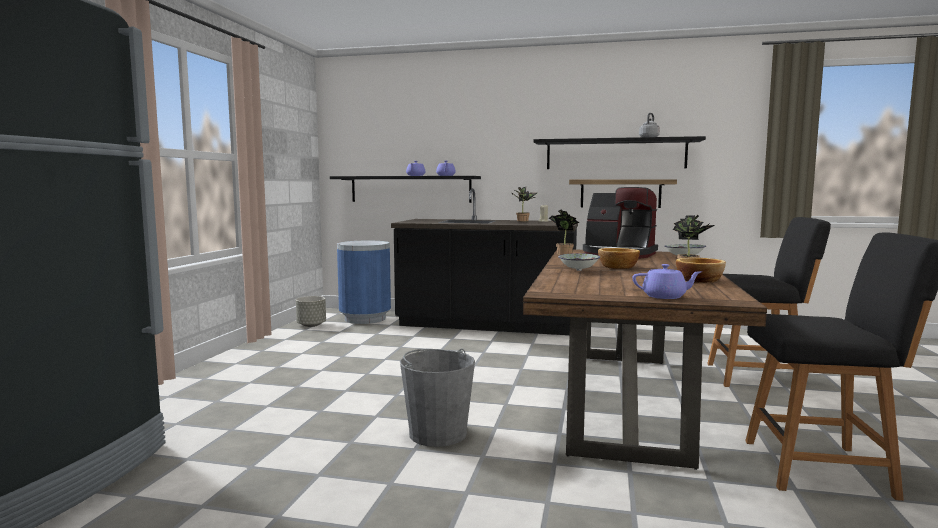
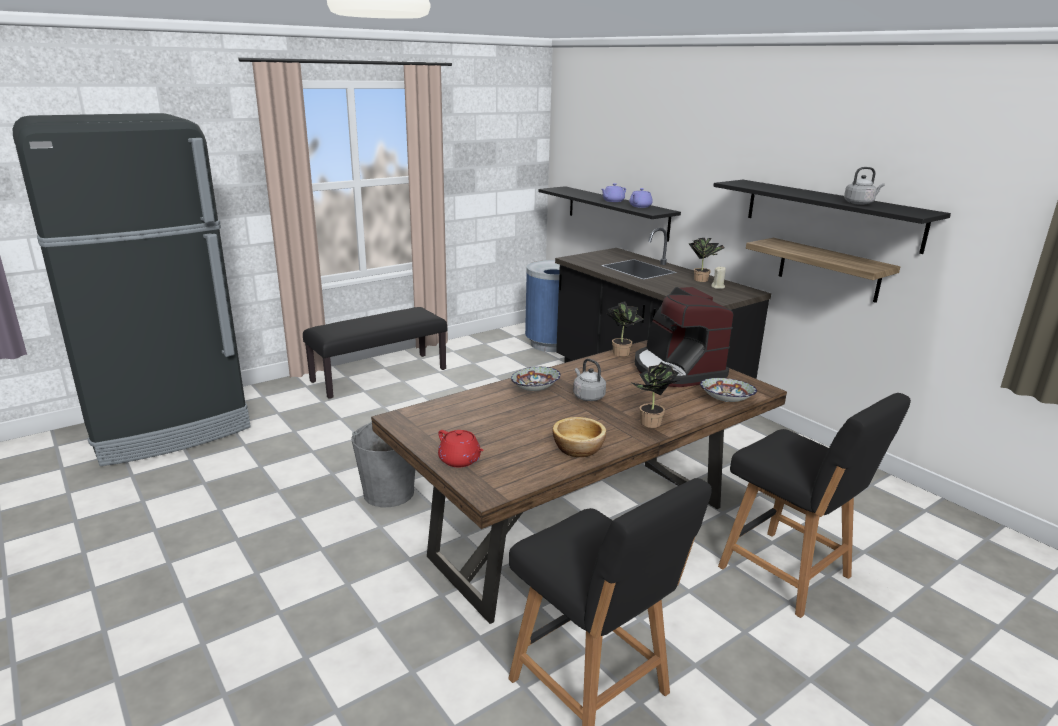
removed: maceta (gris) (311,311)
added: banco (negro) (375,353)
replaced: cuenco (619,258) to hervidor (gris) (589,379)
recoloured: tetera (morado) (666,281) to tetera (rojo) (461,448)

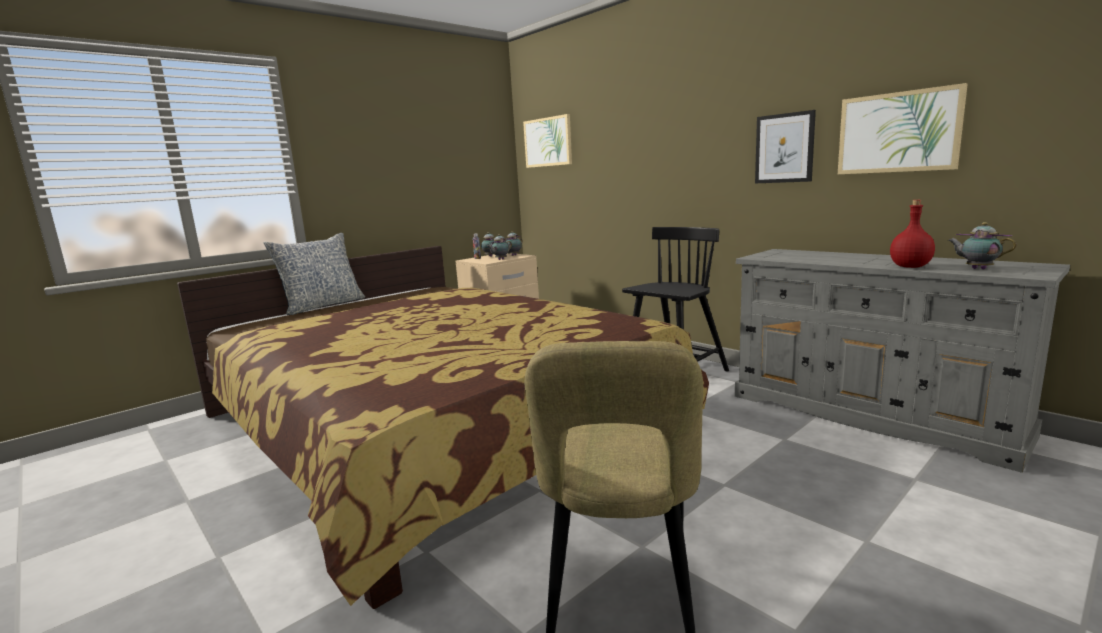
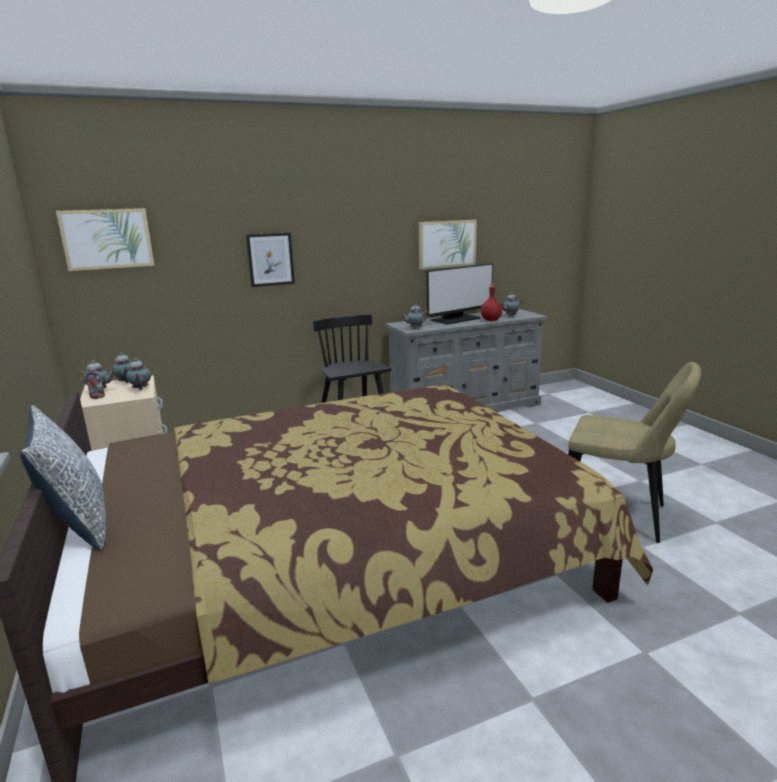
added: tetera (415,316); monitor (459,294)
moved: cuadro (785,146) to (270,259)

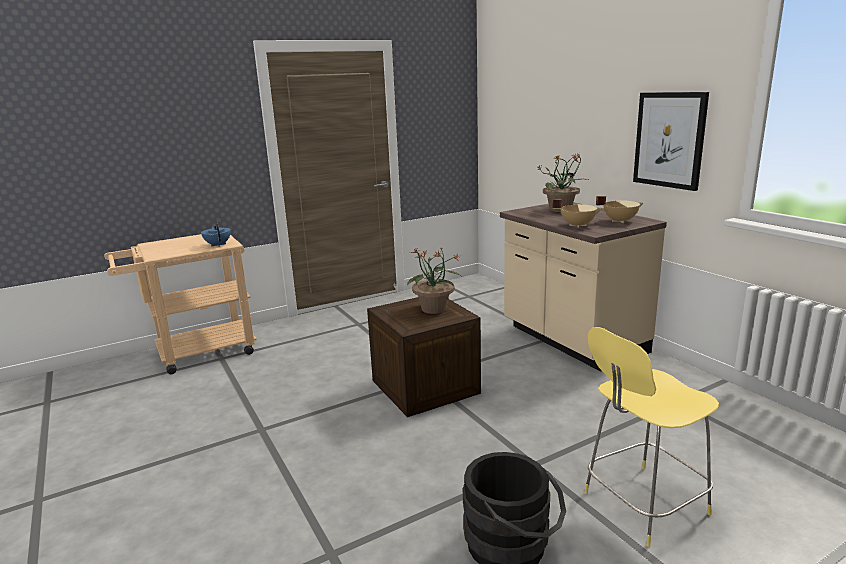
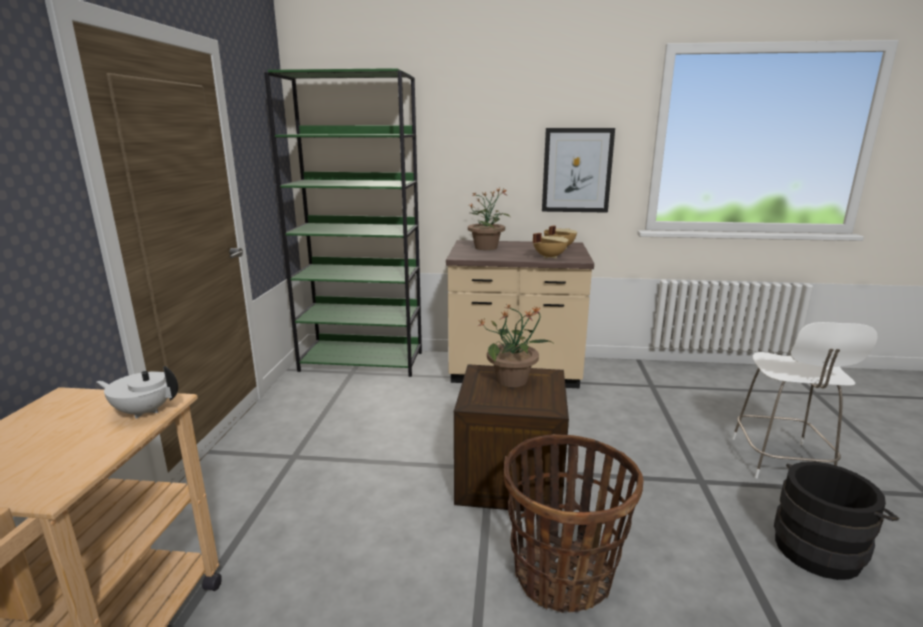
added: estantería (verde) (343,222); cesta (574,523)
recoloured: tetera (azul) (216,235) to tetera (blanco) (137,392); taburete (amarillo) (651,437) to taburete (blanco) (805,400)

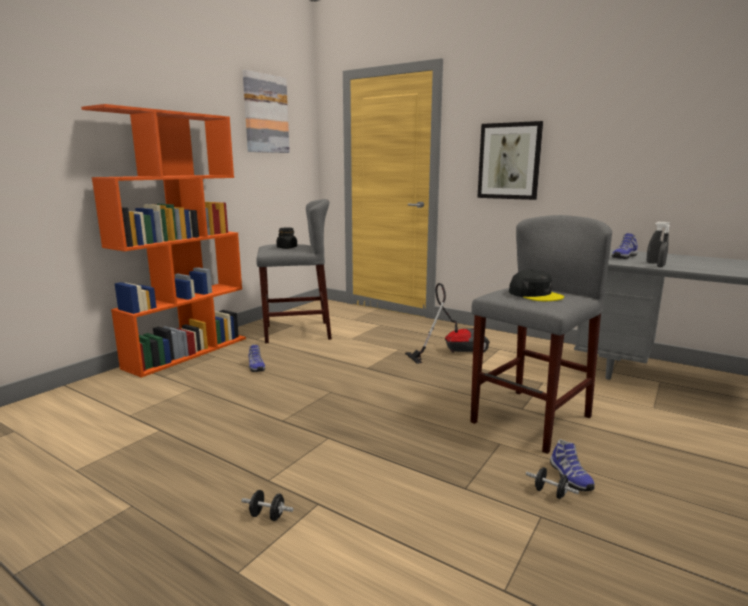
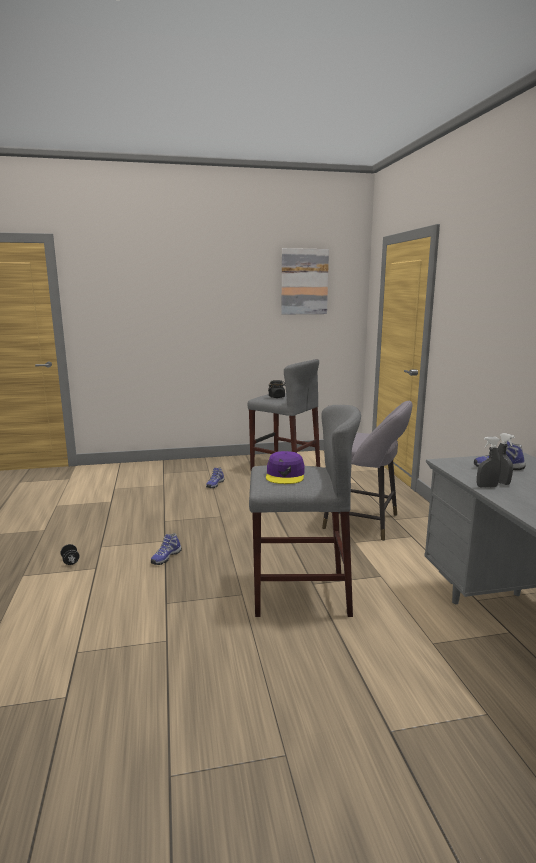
removed: estantería (naranja) (163,241); cuadro (510,160); mancuerna (negro) (552,483)
moved: zapato (572,465) to (166,549)
replaced: aspiradora (447,323) to taburete (gris) (367,471)
recoloured: gorra (negro) (536,285) to gorra (morado) (285,467)

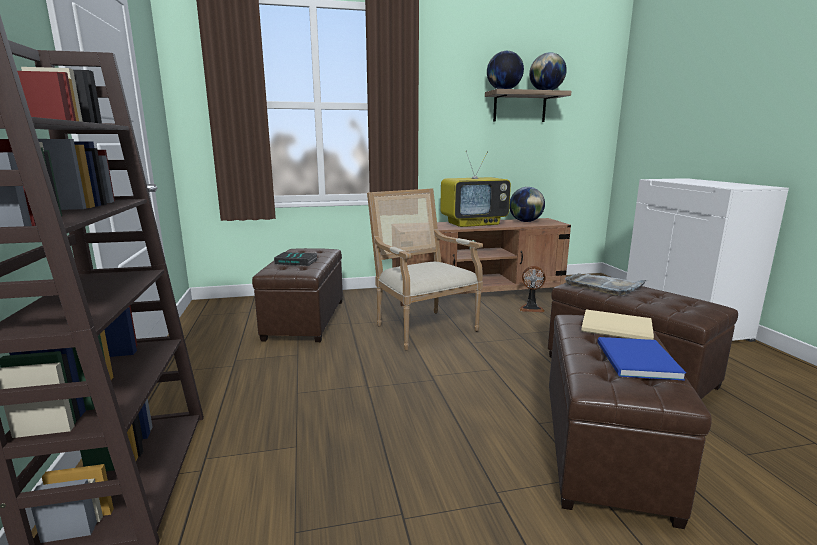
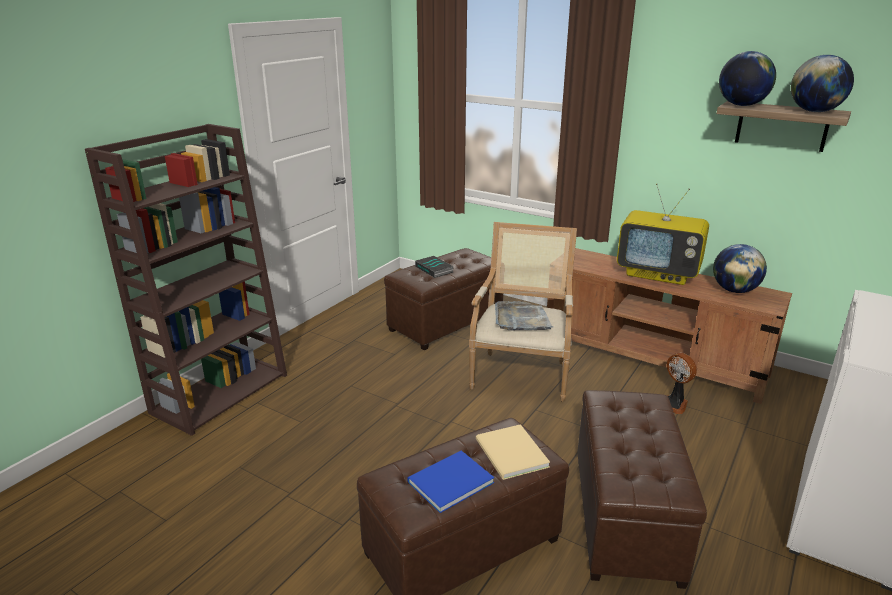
moved: bandeja (gris) (606,284) to (524,315)

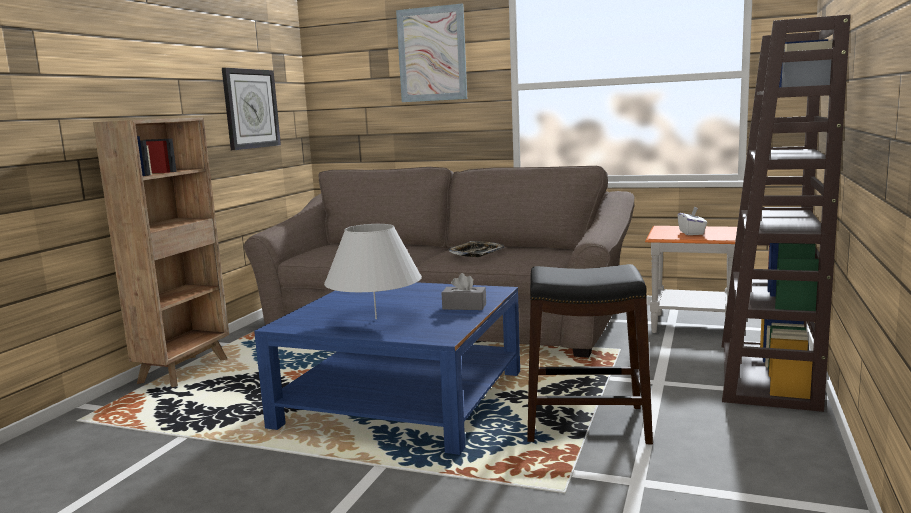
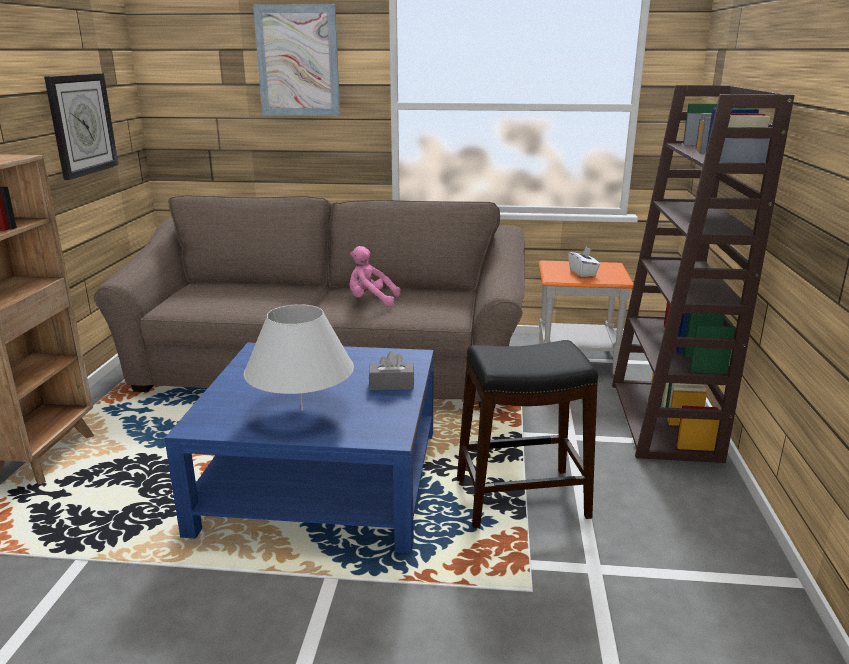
replaced: bandeja (477,249) to peluche (rosa) (375,276)

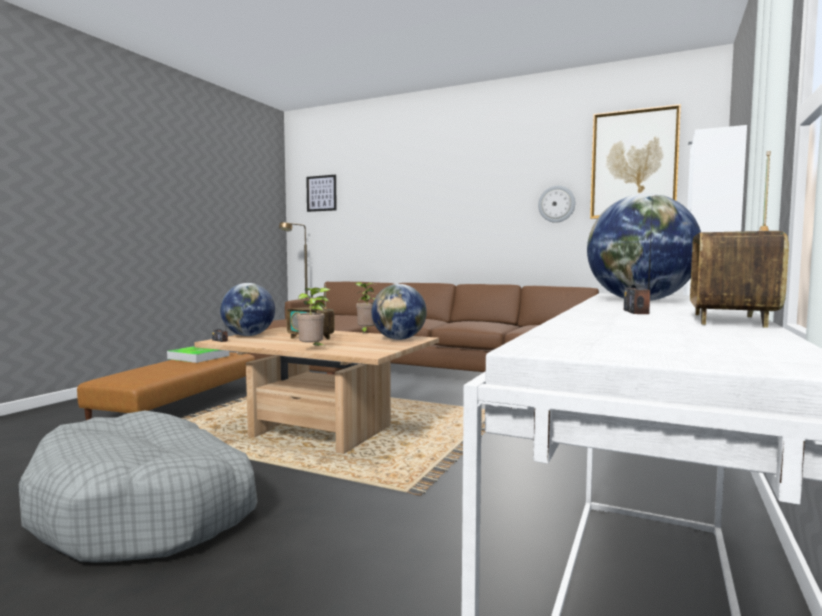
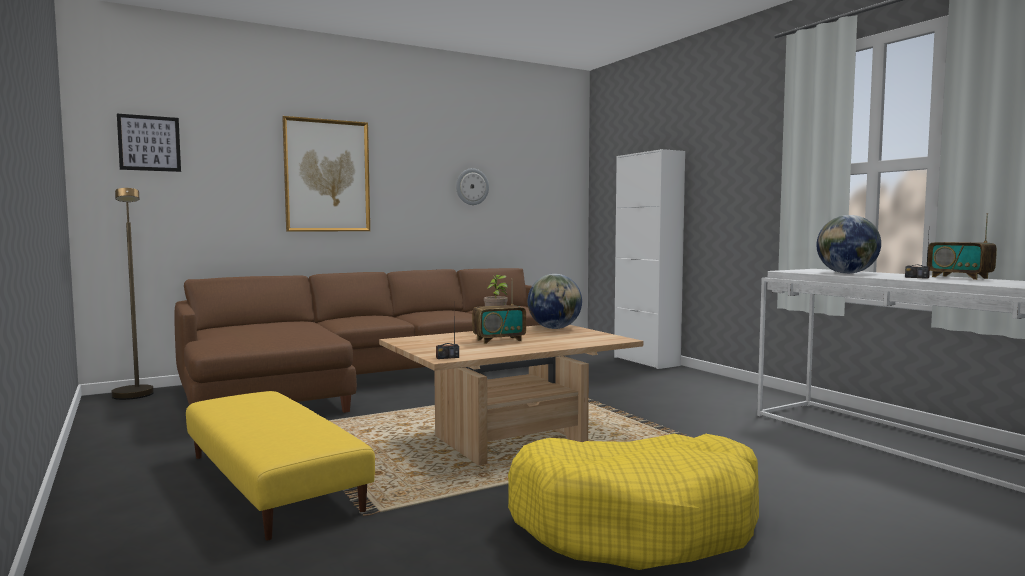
removed: bandeja (198,354); globo terráqueo (247,309); planta en maceta (313,318)
moved: cuadro (635,161) to (326,174)
recoloured: cama para perro (gris) (138,487) to cama para perro (amarillo) (633,502); puf (marrón) (166,386) to puf (amarillo) (280,465)

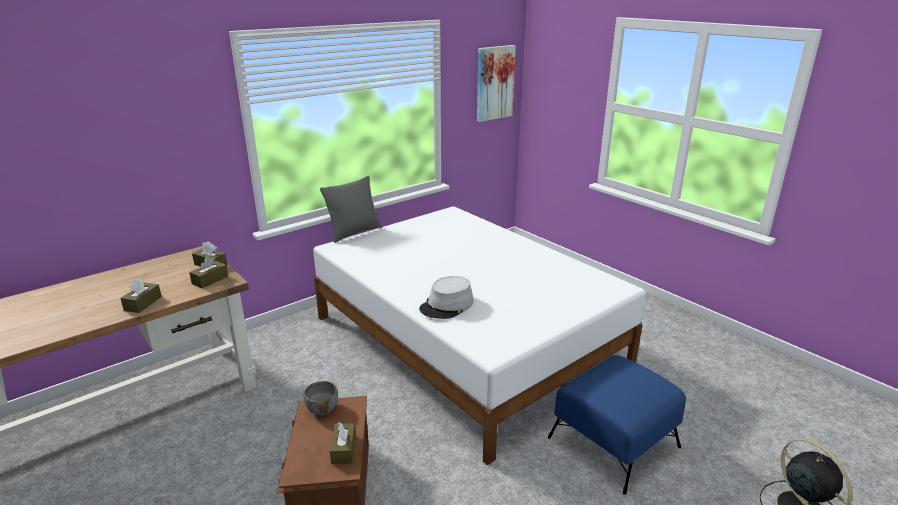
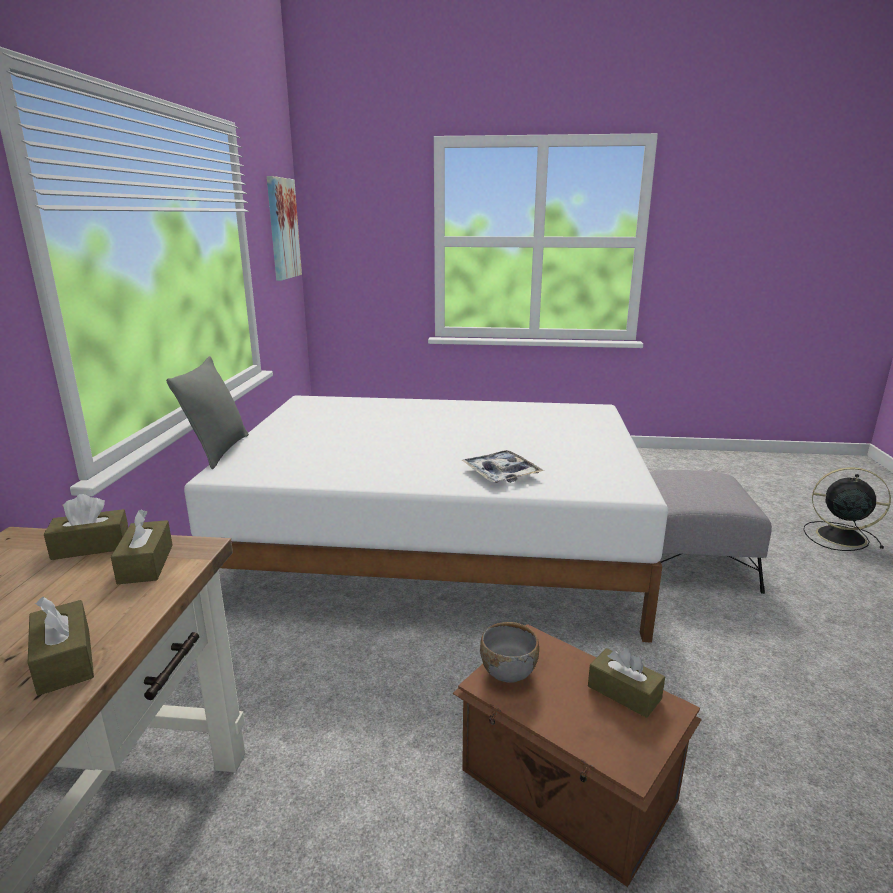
replaced: sombrero (gris) (446,297) to bandeja (502,466)
recoloured: puf (azul) (617,425) to puf (gris) (711,532)

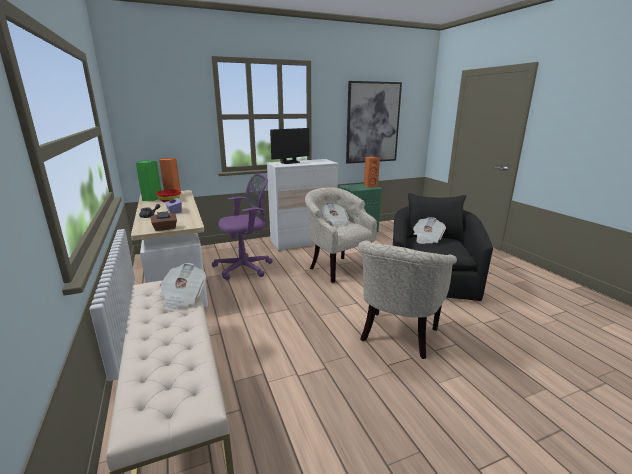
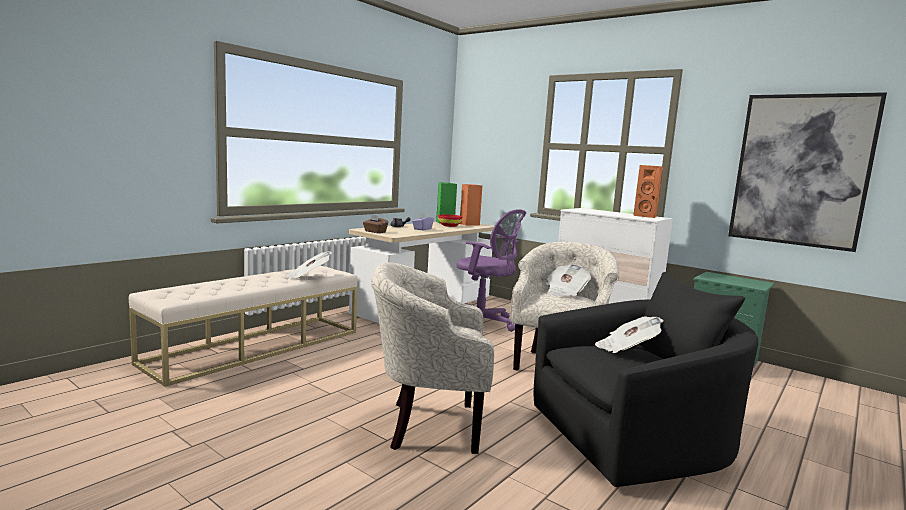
removed: monitor (289,146)
moved: altavoz (naranja) (372,172) to (648,191)

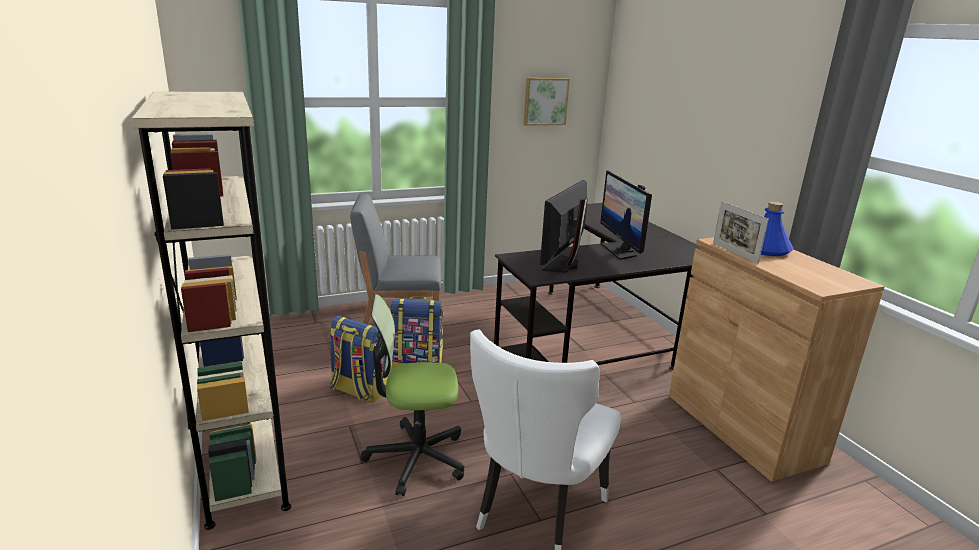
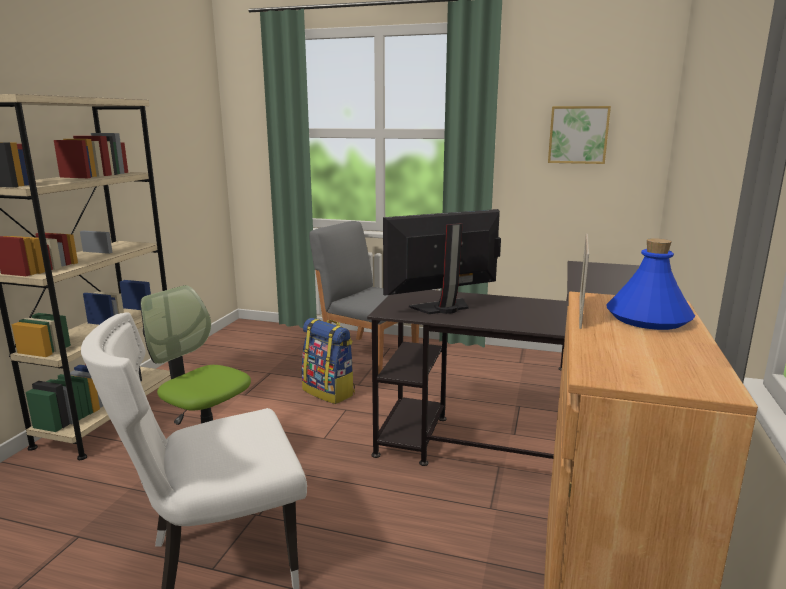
removed: mochila (358,359); monitor (626,215)

